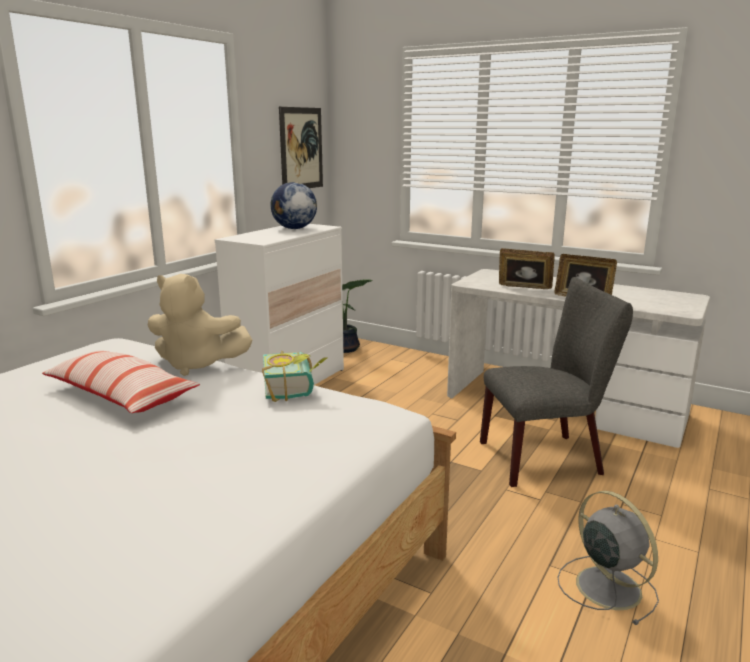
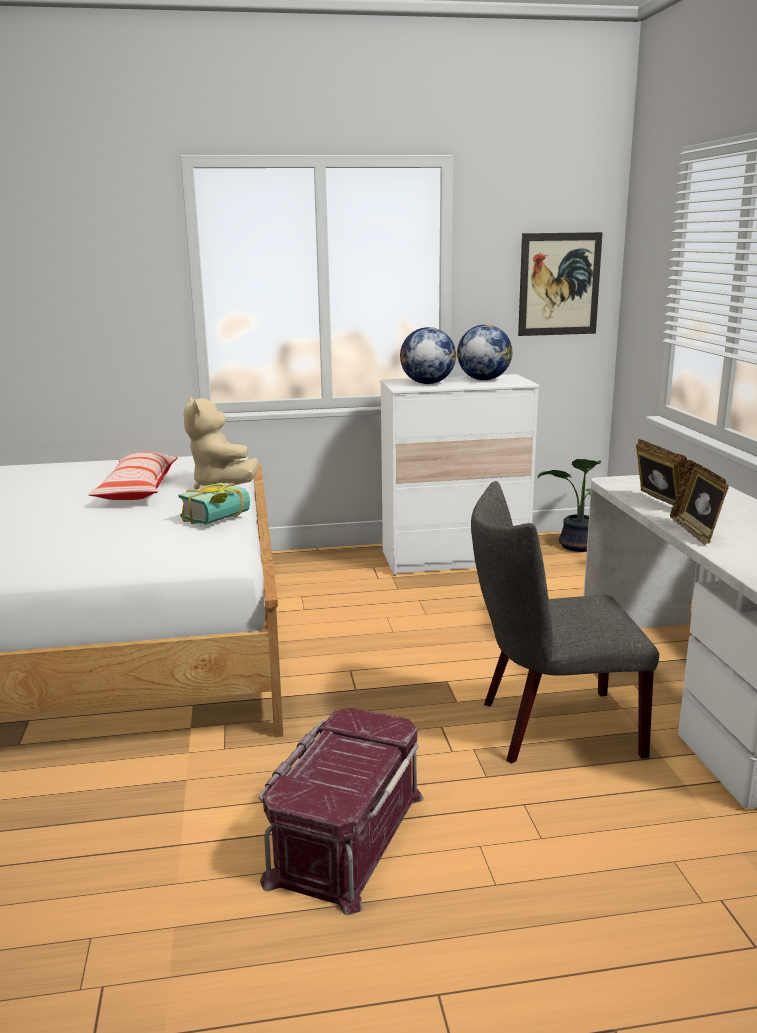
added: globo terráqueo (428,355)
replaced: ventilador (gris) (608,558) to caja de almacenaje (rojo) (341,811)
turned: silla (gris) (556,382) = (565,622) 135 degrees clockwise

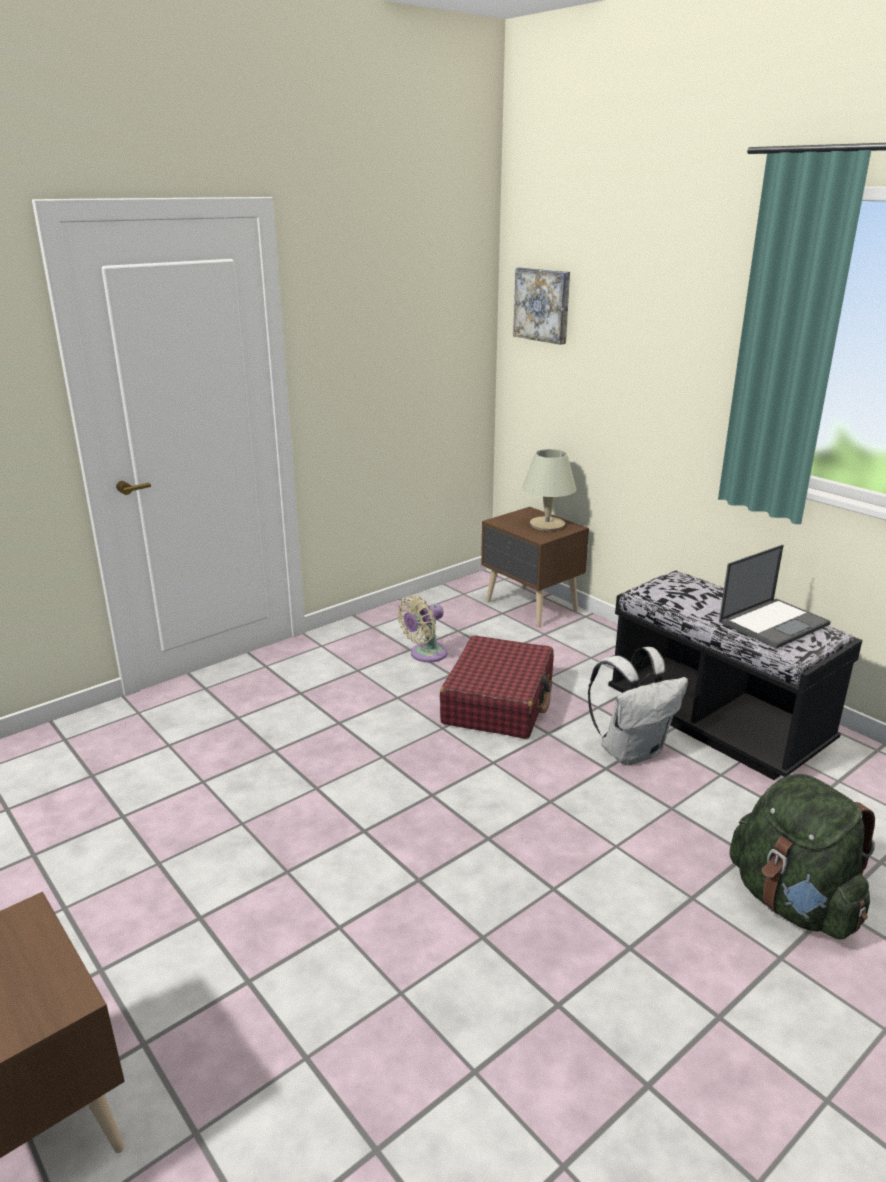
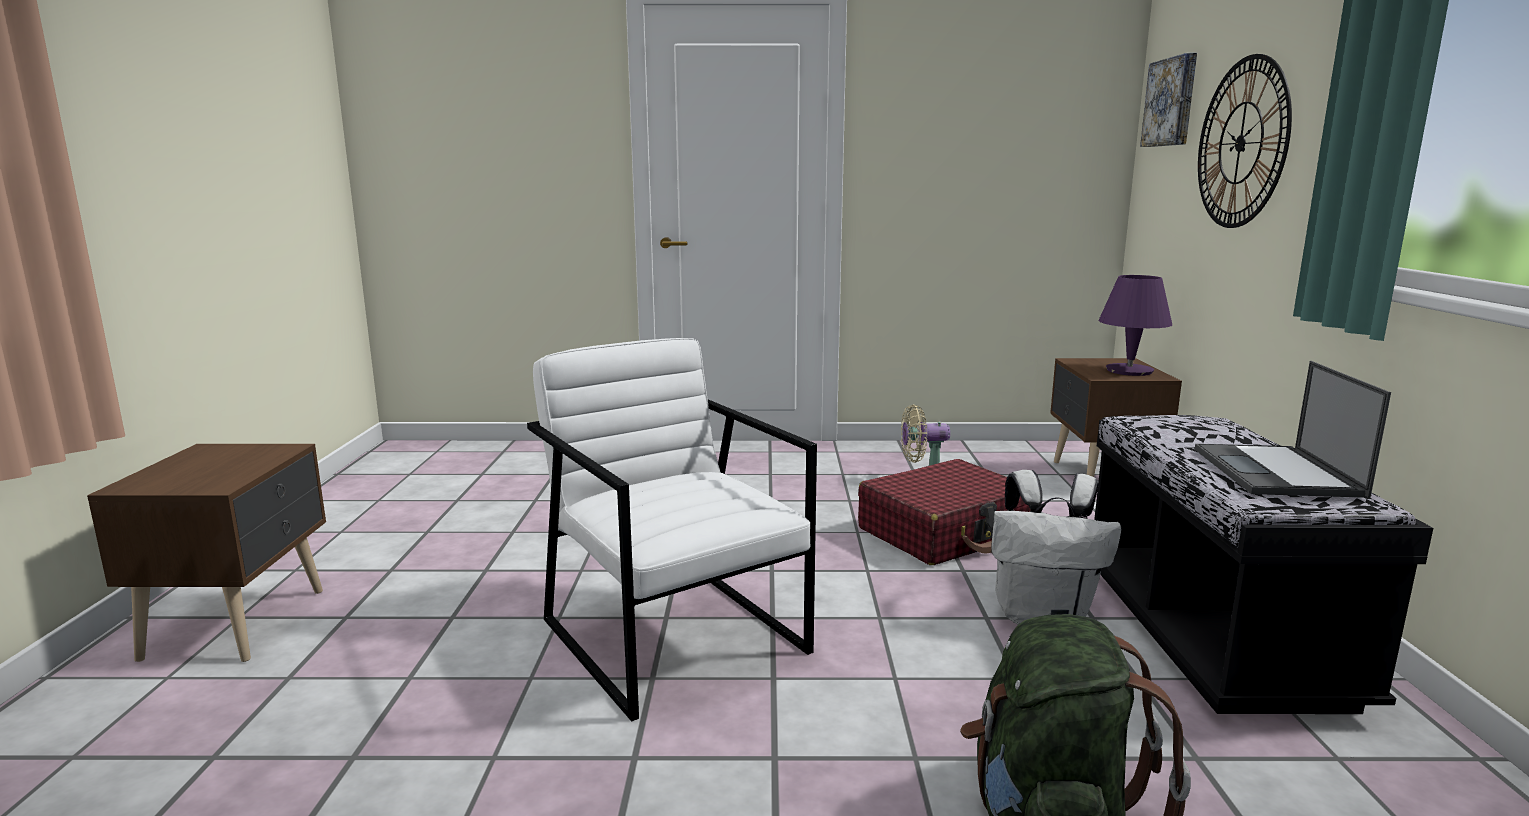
added: sillón (blanco) (672,529); reloj de pared (1245,141)
recoloured: lámpara de mesa (beis) (549,490) to lámpara de mesa (morado) (1135,325)
turned: portátil (775,597) = (1293,429) 90 degrees clockwise

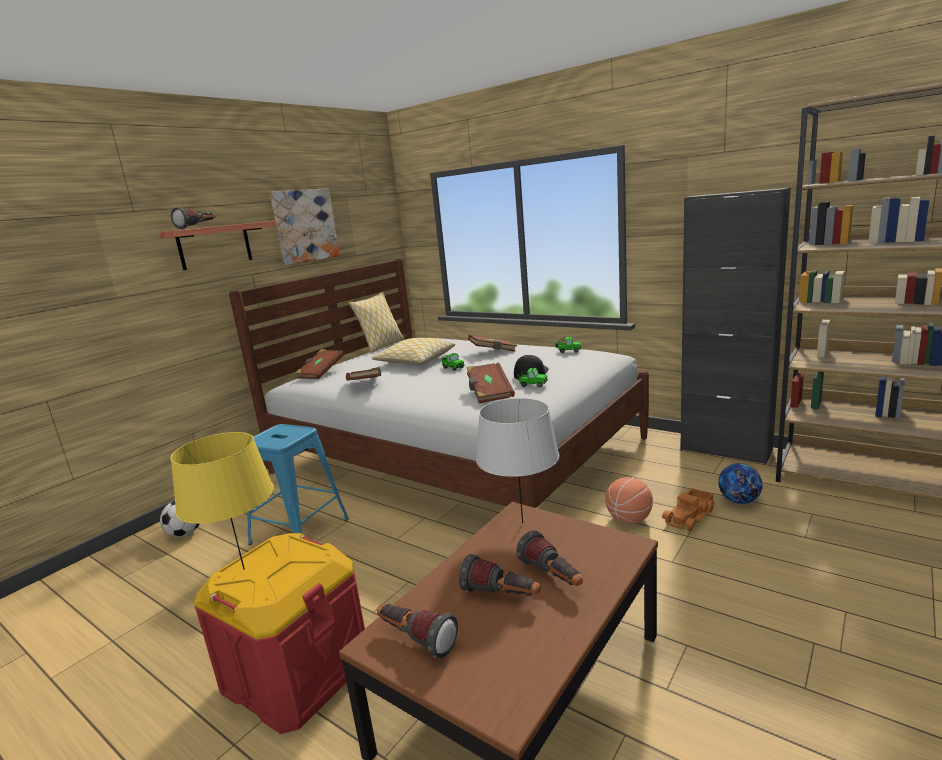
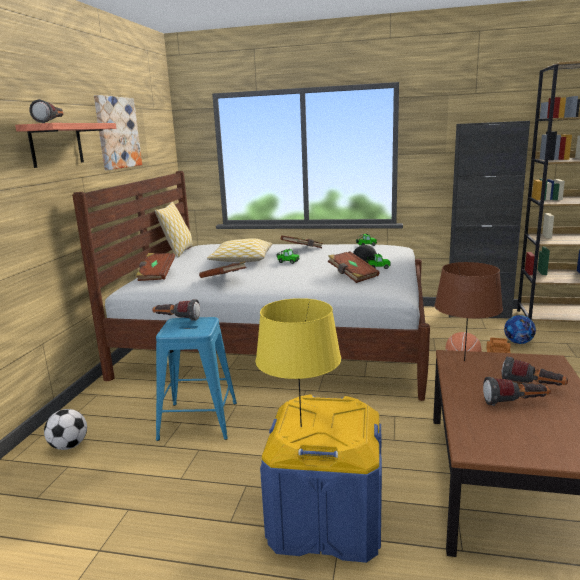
moved: linterna (417,631) to (176,310)
recoloured: caja de almacenaje (rojo) (279,633) to caja de almacenaje (azul) (321,479); lámpara de mesa (gris) (517,460) to lámpara de mesa (marrón) (468,311)

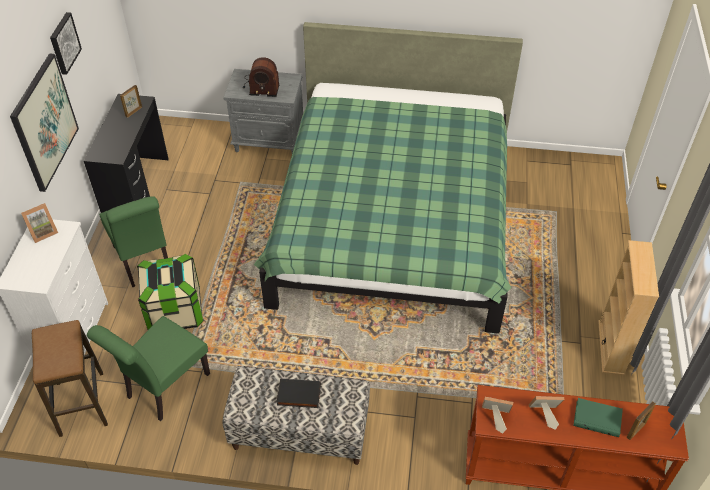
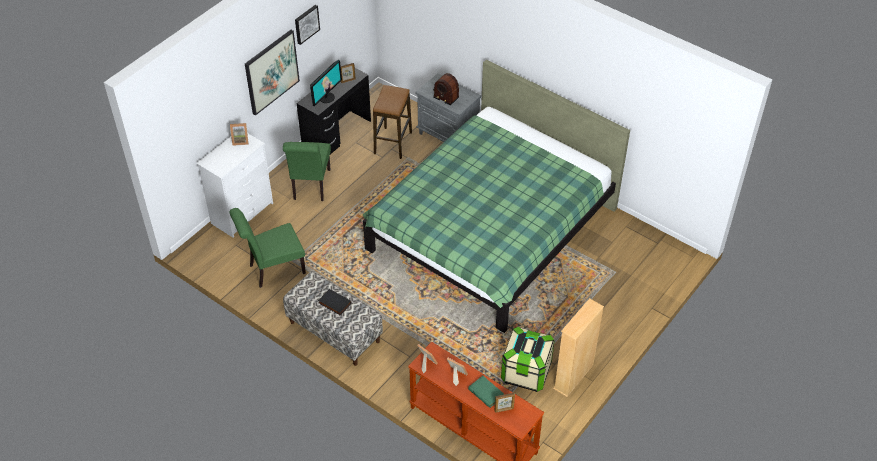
added: monitor (326,83)
moved: taburete (70,378) to (392,122); caja de almacenaje (170,292) to (528,359)

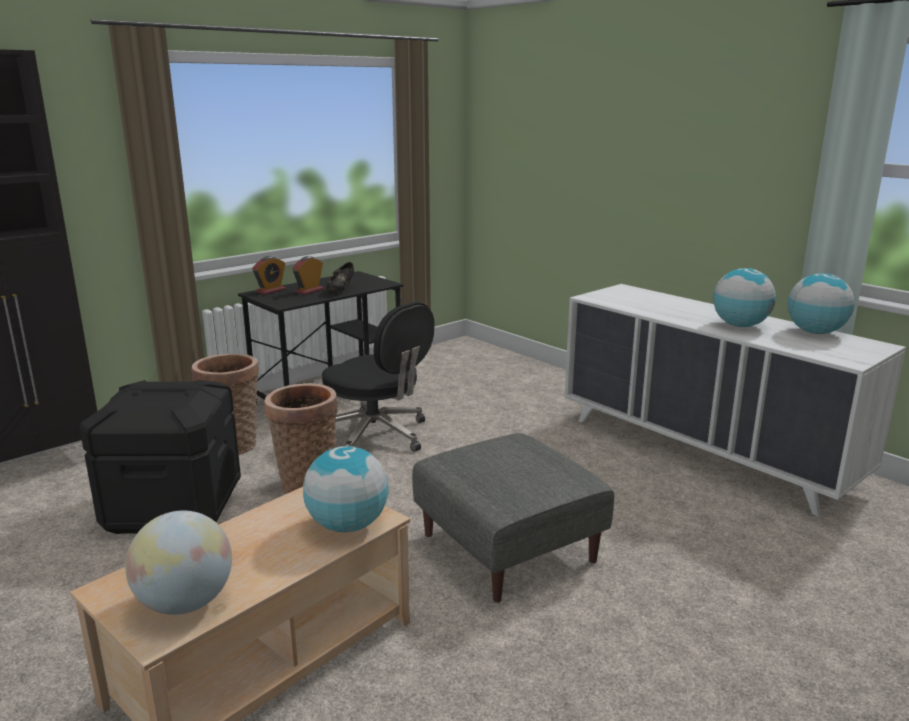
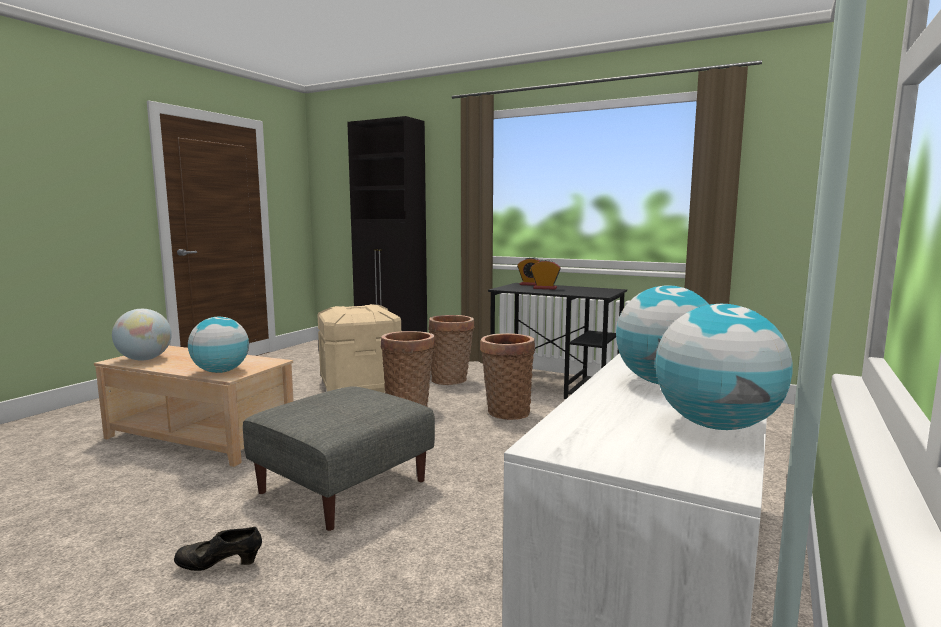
moved: zapato (negro) (340,277) to (218,549)
replaced: silla de oficina (negro) (378,377) to cesta (507,376)
recoloured: caja de almacenaje (negro) (160,457) to caja de almacenaje (beis) (359,348)

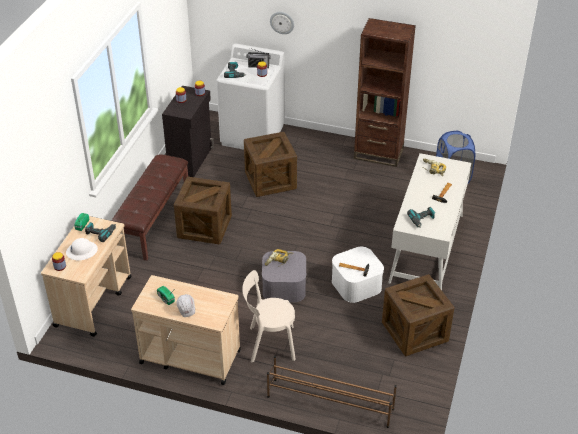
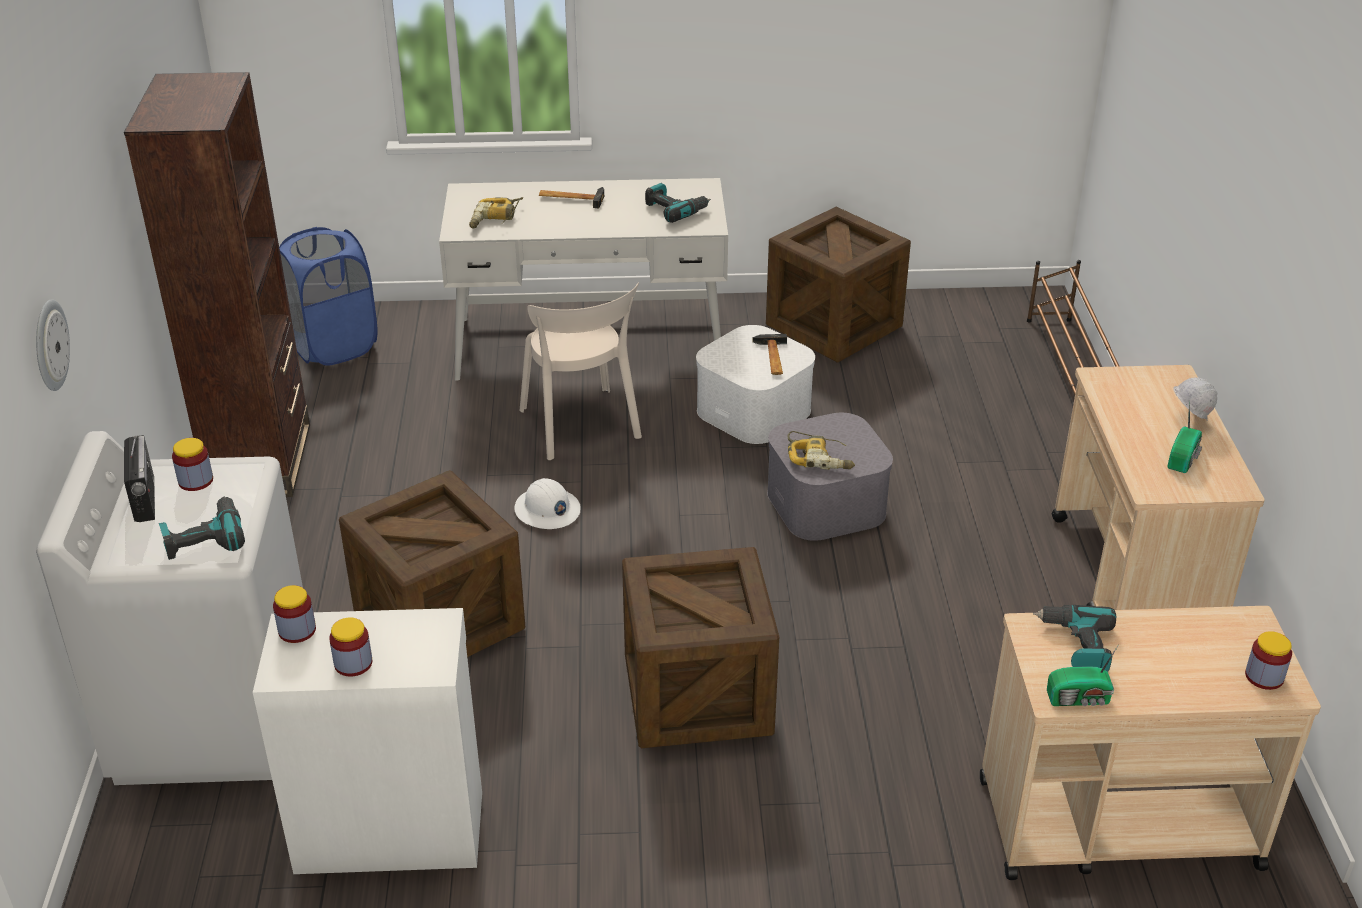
removed: banco (marrón) (150,208)
moved: casco (blanco) (82,249) to (547,503); silla (beis) (269,316) to (581,371)
recoloured: armario (negro) (188,131) to armario (blanco) (367,741)

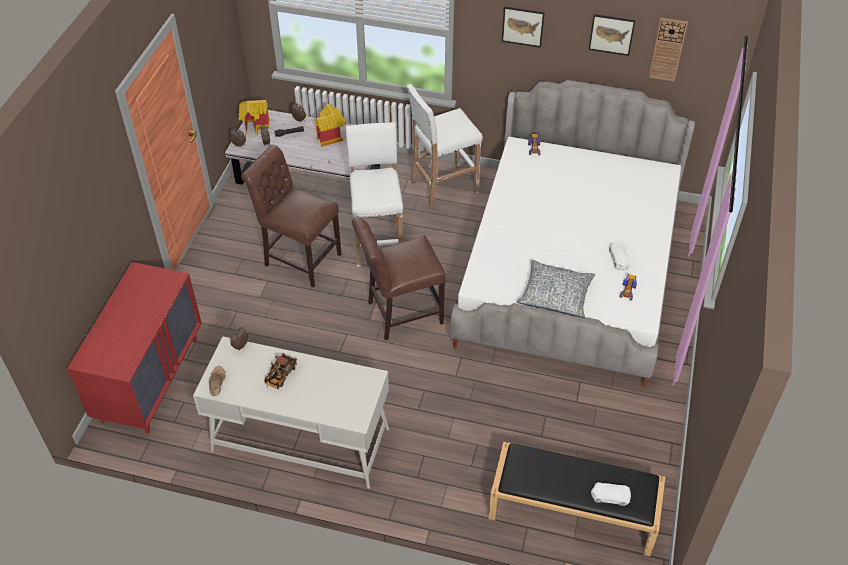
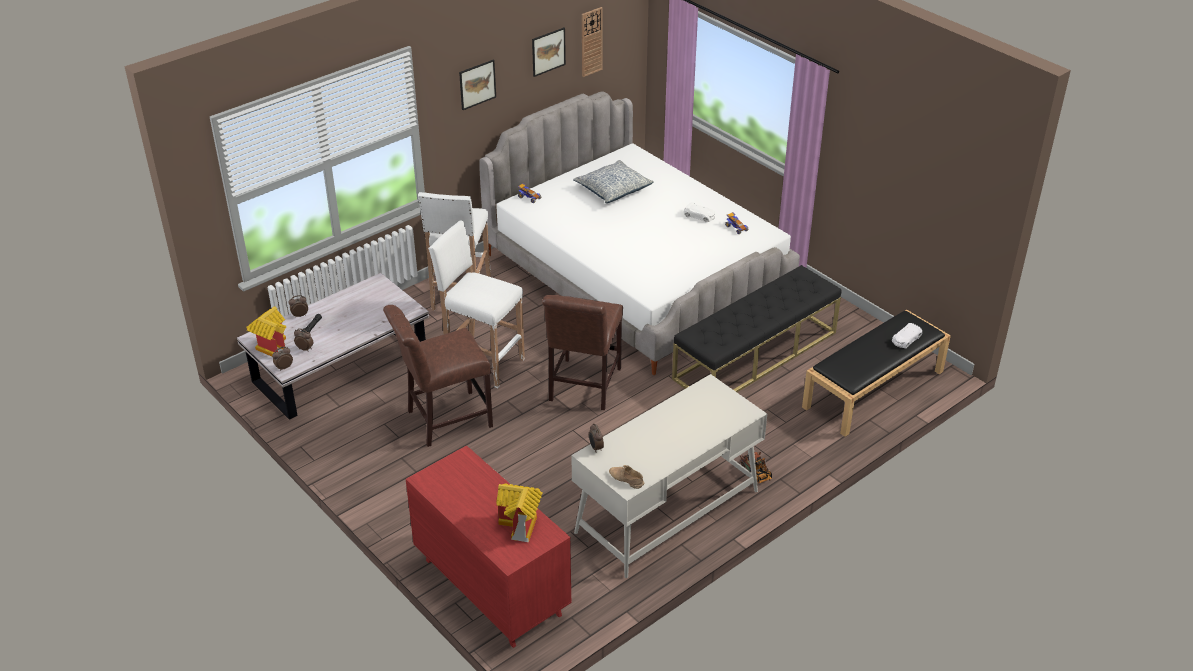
added: banco (negro) (757,328)
moved: camión de juguete (281,371) to (756,467); casita (330,125) to (519,512); cojín (556,289) to (613,181)

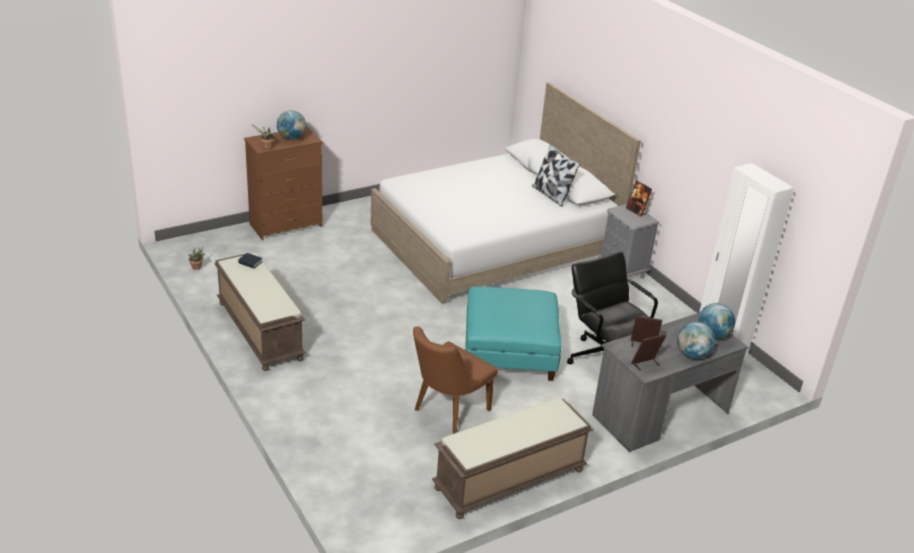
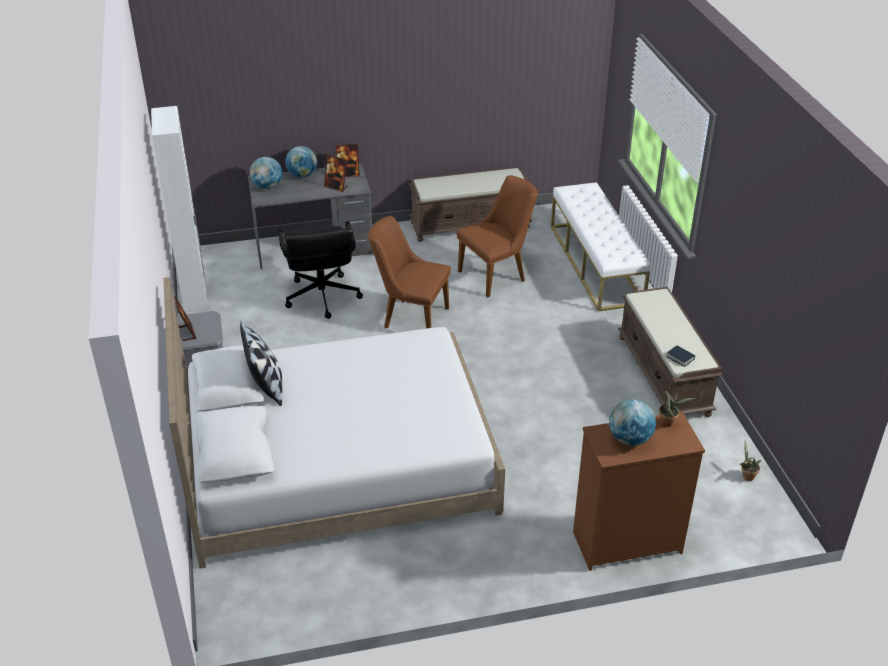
added: banco (blanco) (601,247)
replaced: puf (turquesa) (513,333) to silla (marrón) (409,272)

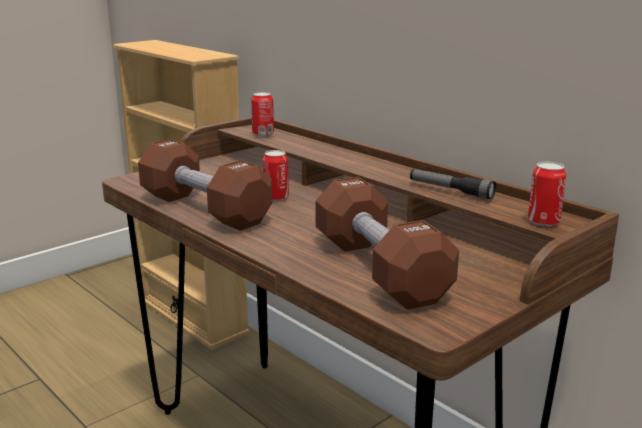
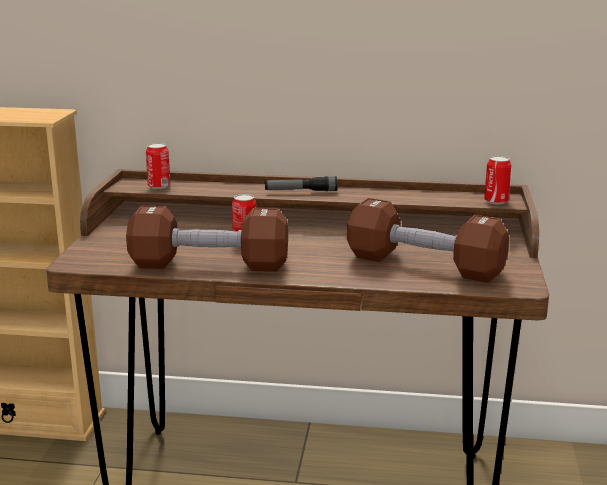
moved: linterna (453,184) to (301,183)

